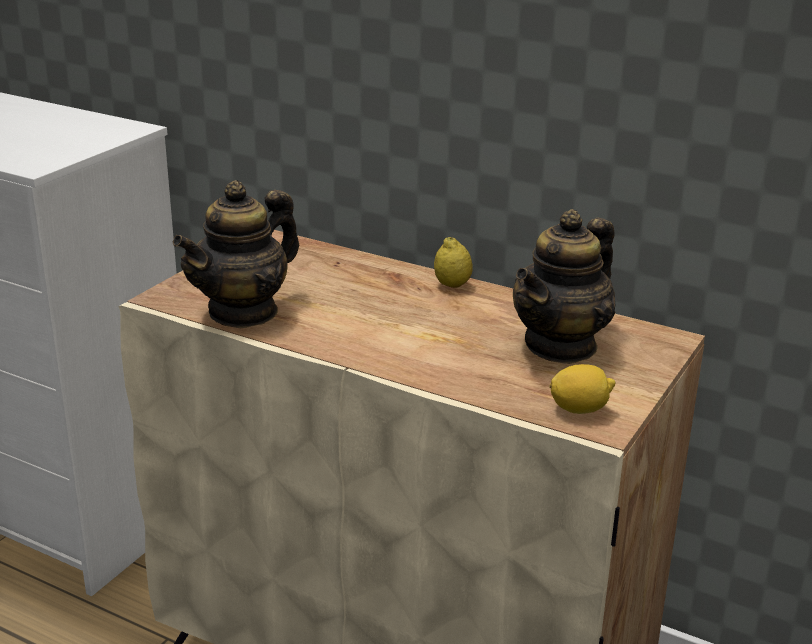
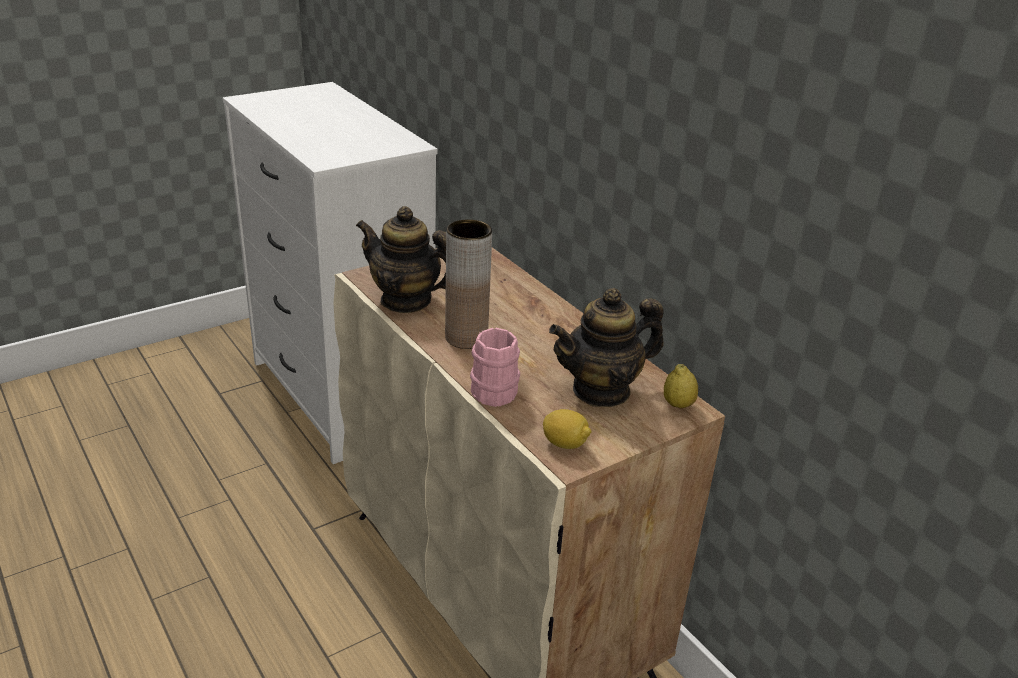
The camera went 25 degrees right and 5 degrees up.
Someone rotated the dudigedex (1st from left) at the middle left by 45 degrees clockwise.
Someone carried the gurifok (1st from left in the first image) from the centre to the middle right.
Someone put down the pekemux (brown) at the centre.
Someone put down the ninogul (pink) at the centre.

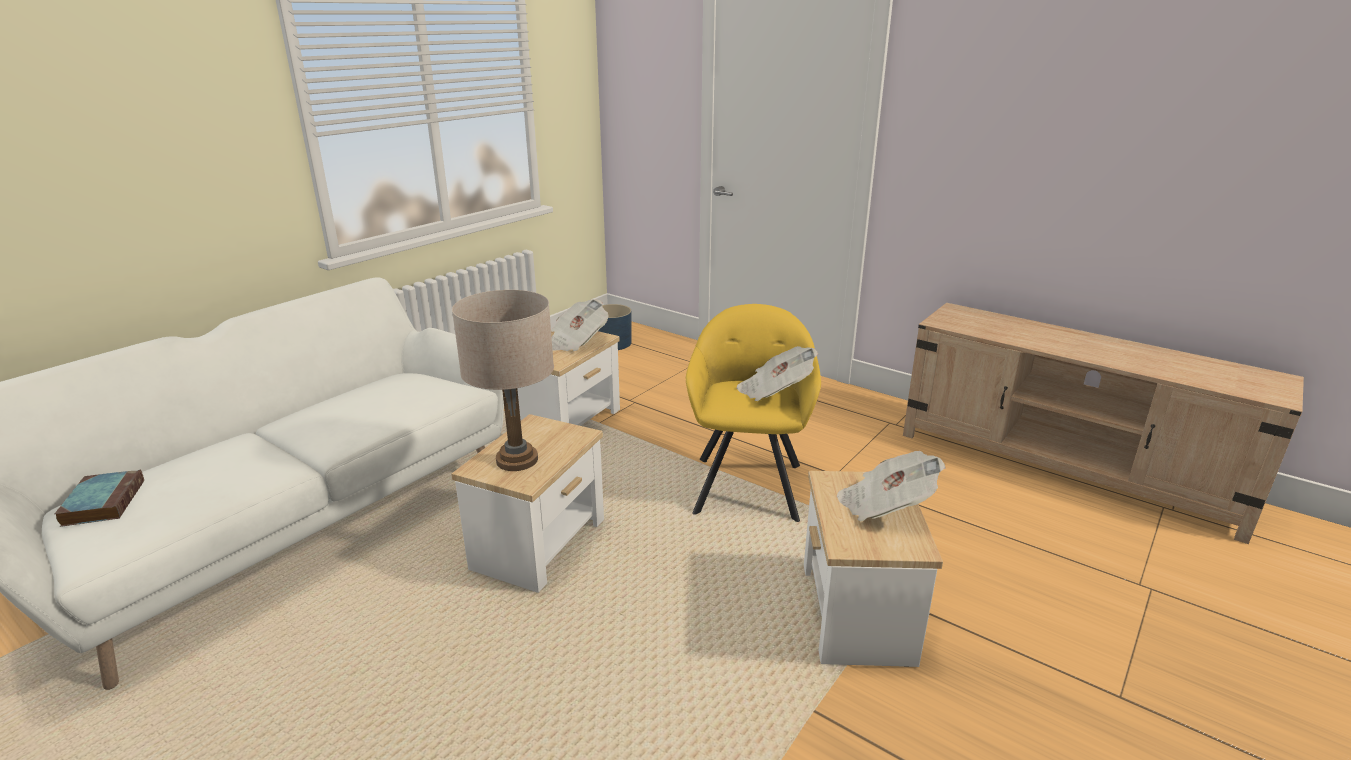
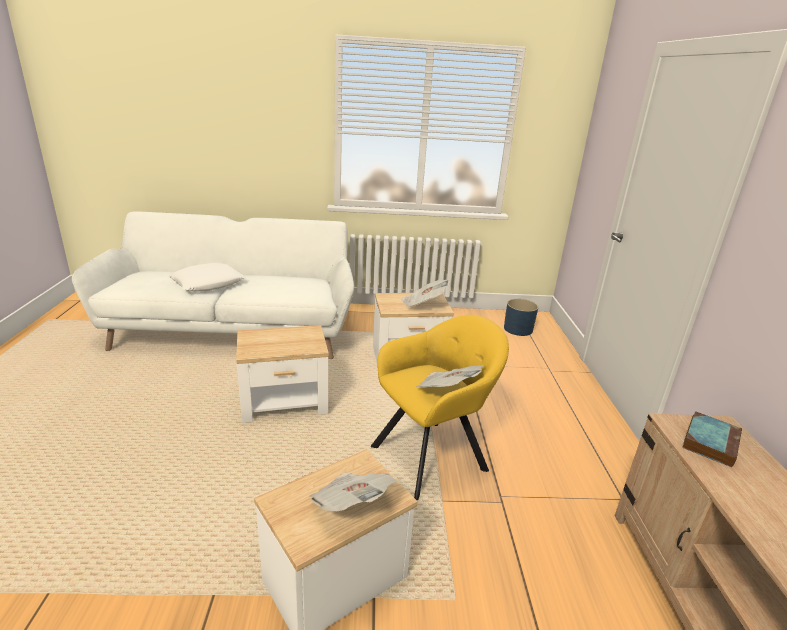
The camera went 50 degrees right and 0 degrees up.
Someone took away the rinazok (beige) at the centre.
Someone carried the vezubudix from the middle left to the bottom right.
Someone put down the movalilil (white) at the middle left.

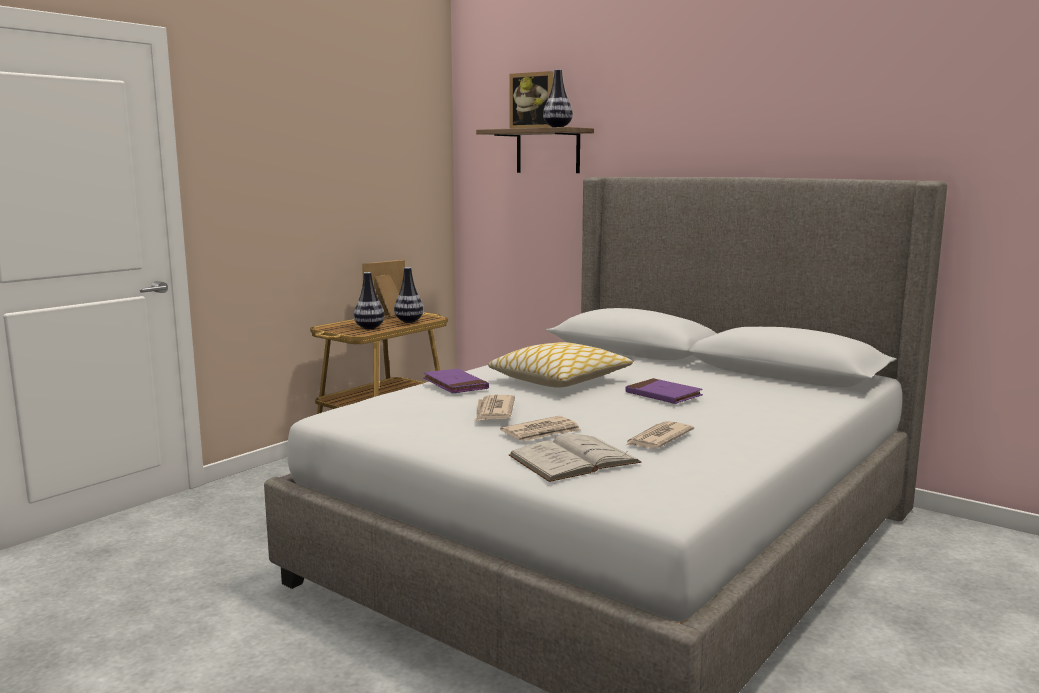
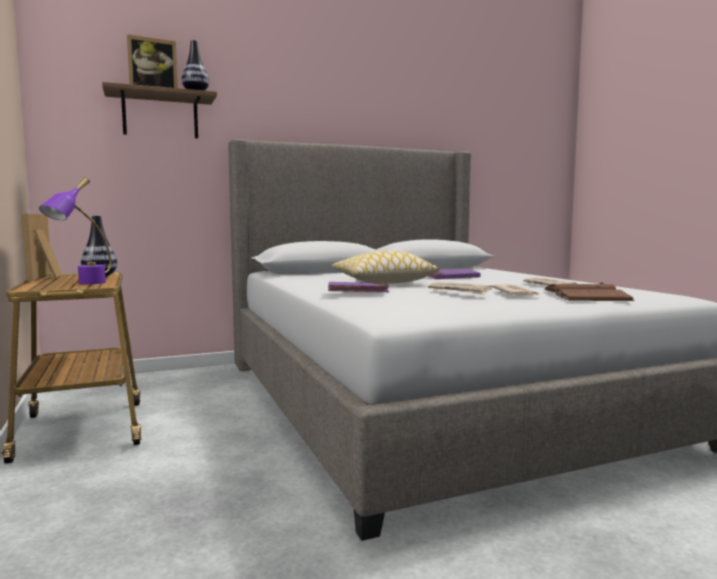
The camera went 60 degrees left and 5 degrees down.
Someone swapped the pekemux (1st from left) at the centre for the rinazok (purple) at the middle left.
Someone repainted the vezubudix (white) at the centre, which became the vezubudix (brown) at the middle right.

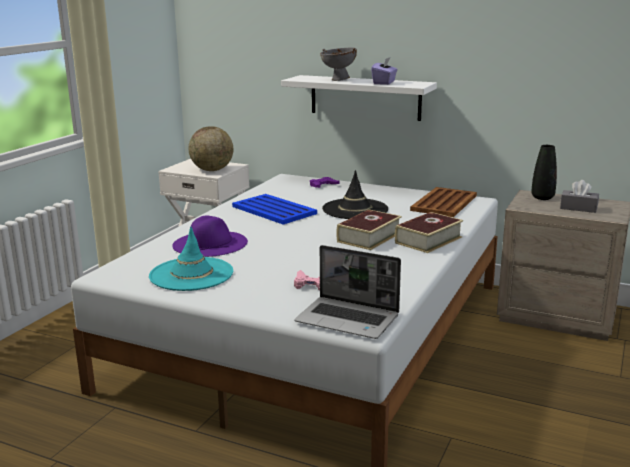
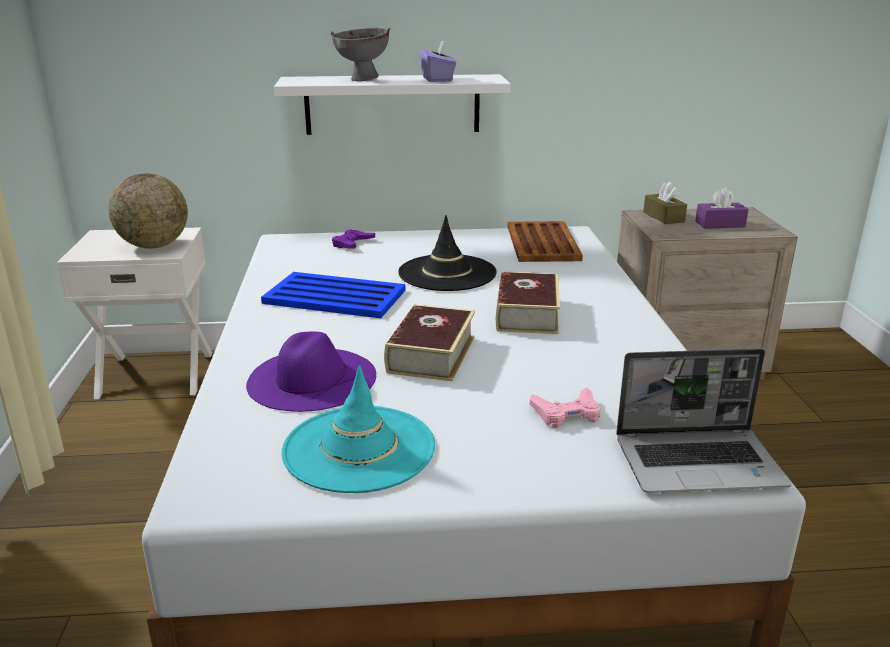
The camera went 30 degrees left and 5 degrees up.
Someone swapped the pekemux (black) at the middle right for the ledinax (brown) at the top right.
Someone repainted the ledinax (grey) at the middle right, which became the ledinax (purple) (2nd from left) at the top right.
Someone carried the vezubudix (2nd from left in the first image) from the middle right to the centre.

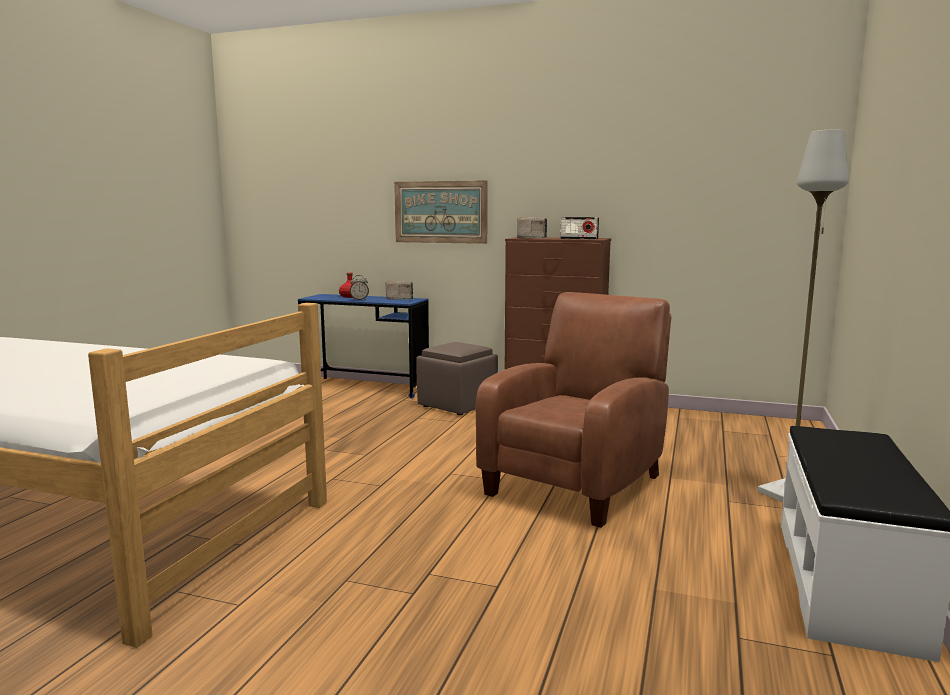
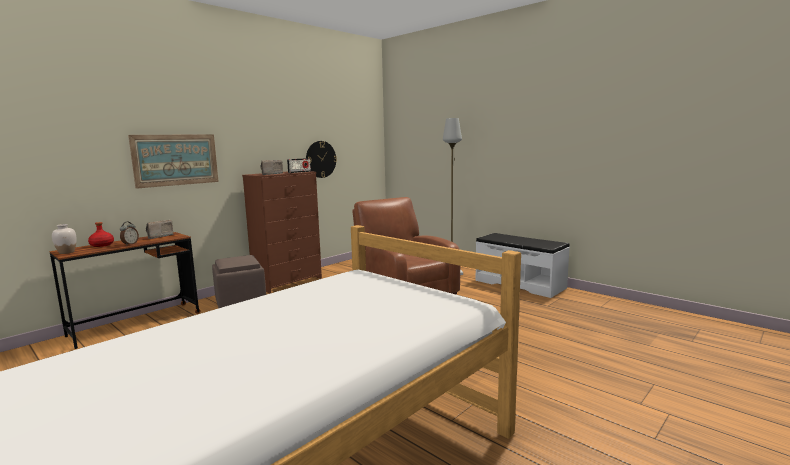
The camera went 65 degrees left and 0 degrees up.
Someone repainted the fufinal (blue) at the centre, which became the fufinal (brown) at the middle left.
Someone put up the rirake at the centre.
Someone put down the pekemux (white) at the middle left.

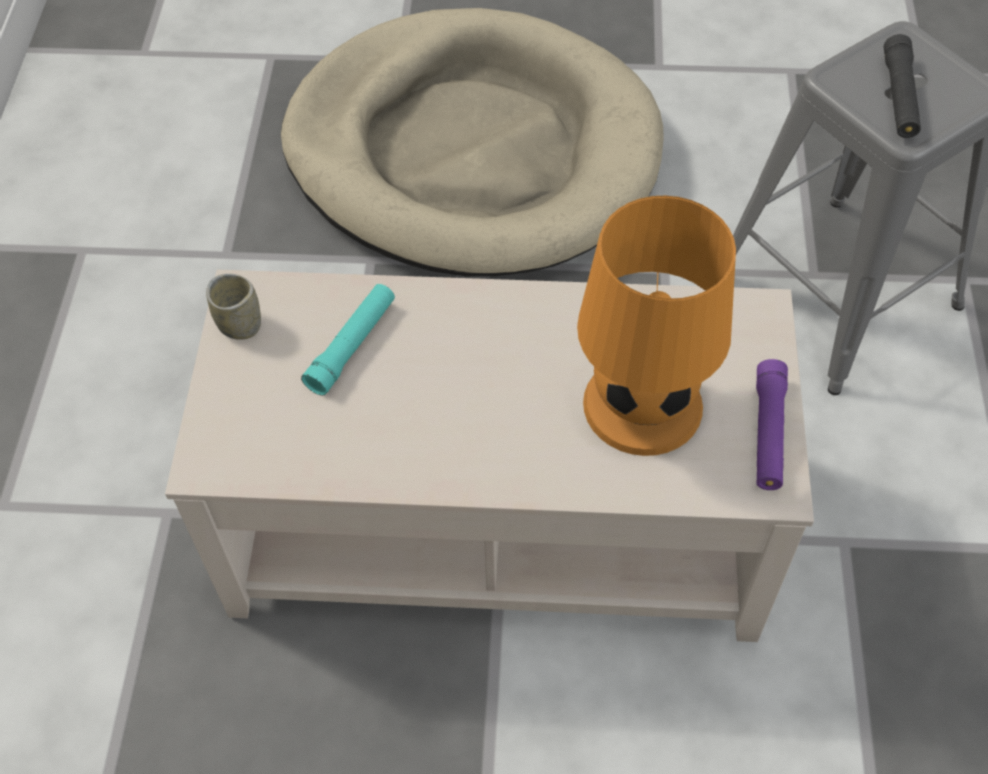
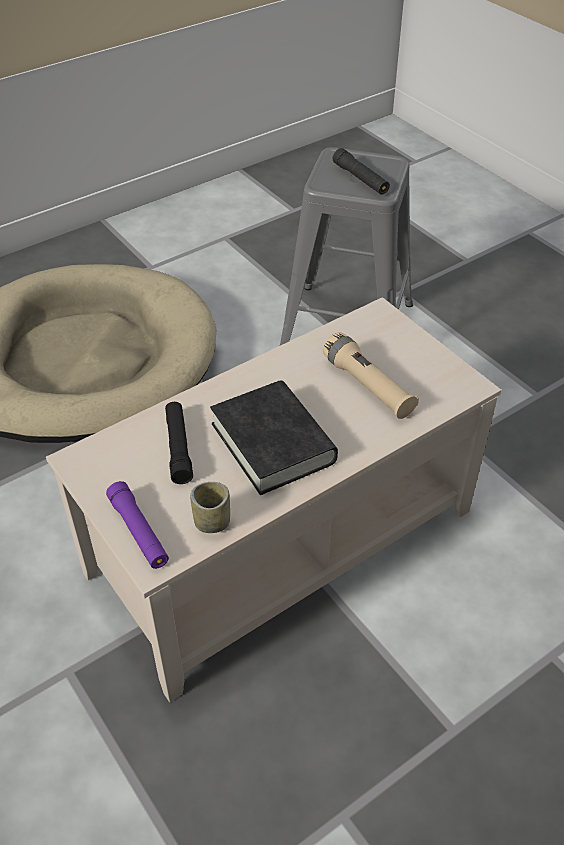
The camera went 40 degrees left and 10 degrees down.
Someone swapped the rinazok (orange) at the centre for the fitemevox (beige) at the centre.
Someone carried the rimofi from the middle left to the centre.
Someone repainted the fitemevox (turquoise) at the centre, which became the fitemevox (black) (1st from left) at the middle left.
Someone carried the fitemevox (purple) from the middle right to the middle left.
Someone put down the vezubudix (black) at the centre.

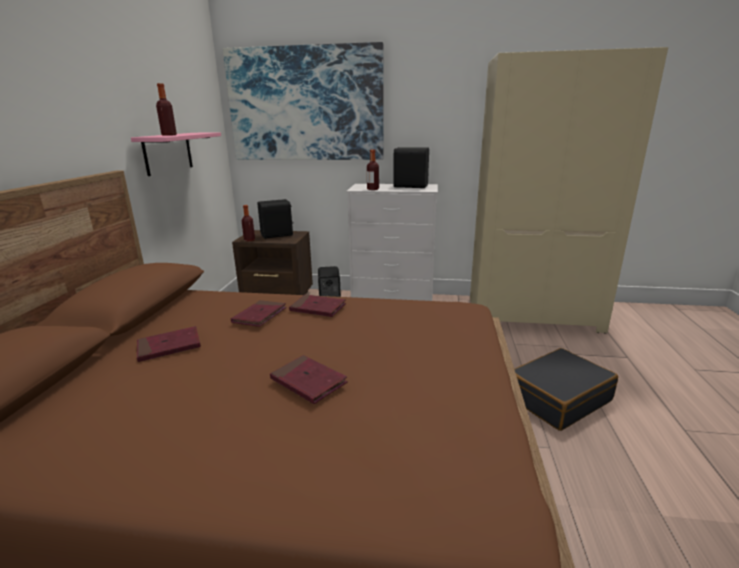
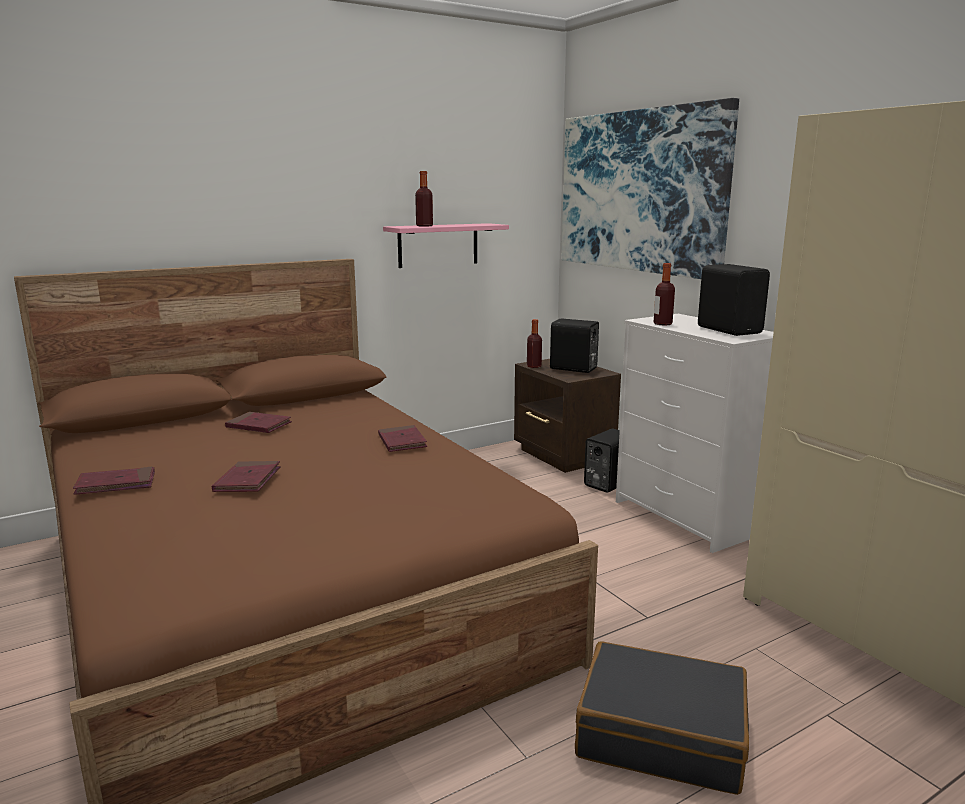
The camera went 50 degrees right and 5 degrees down.
Someone carried the vezubudix (red) (2nd from left in the first image) from the centre to the middle left.

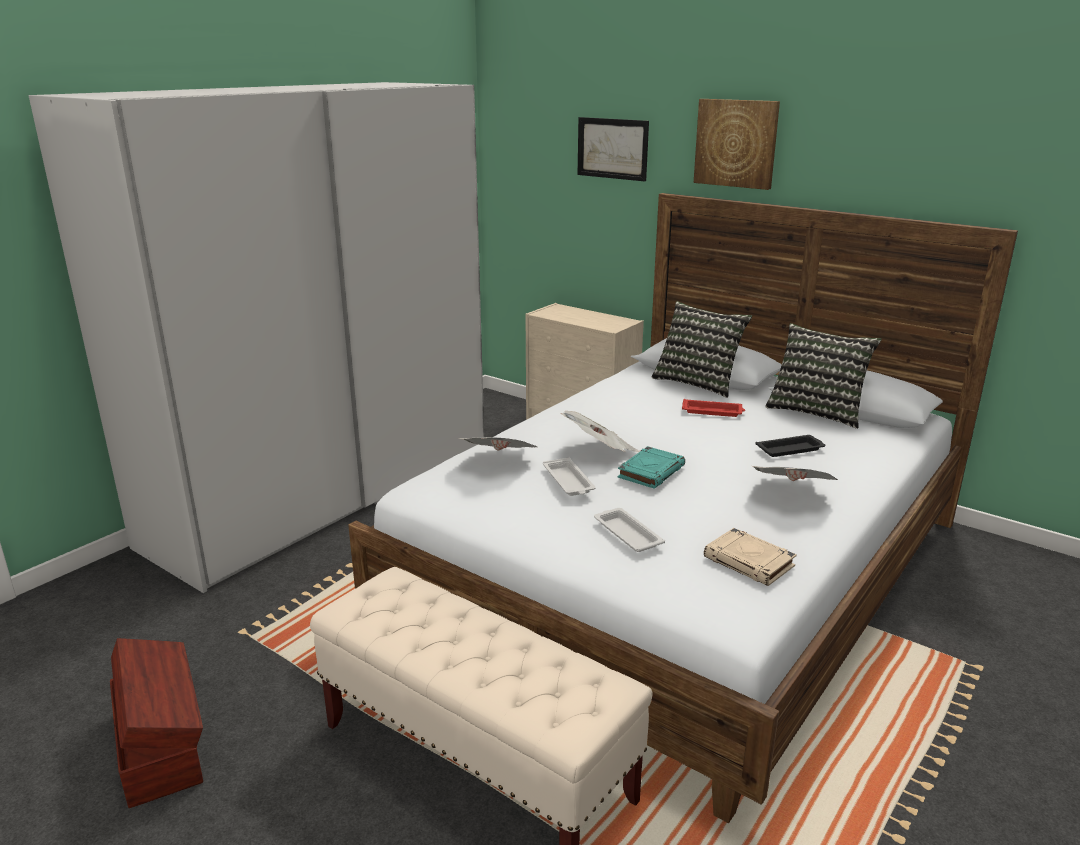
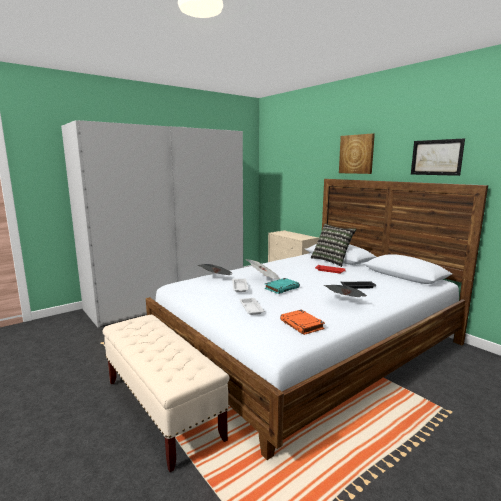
The camera went 15 degrees right and 10 degrees down.
Someone carried the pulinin (1st from left in the first image) from the top centre to the top right.
Someone took away the movalilil (2nd from left) at the middle right.
Someone repainted the vezubudix (beige) at the middle right, which became the vezubudix (orange) at the centre.
Someone took away the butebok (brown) at the bottom left.

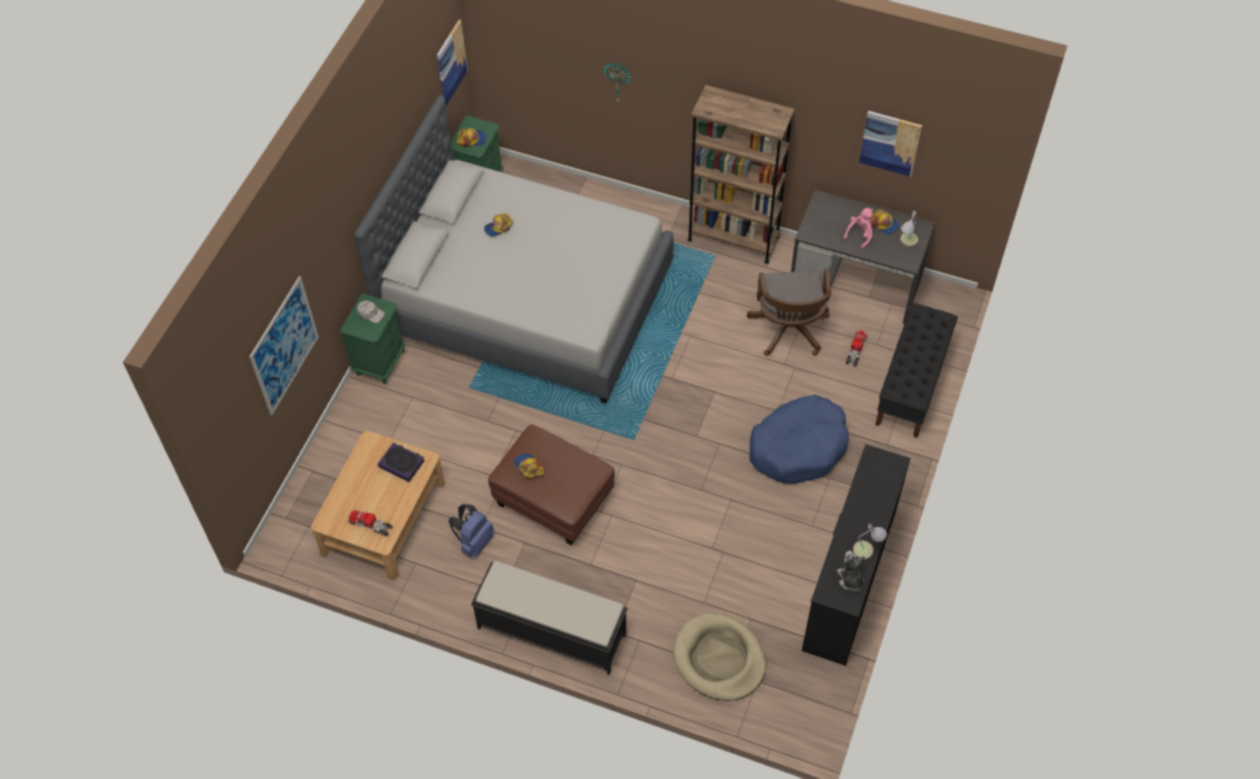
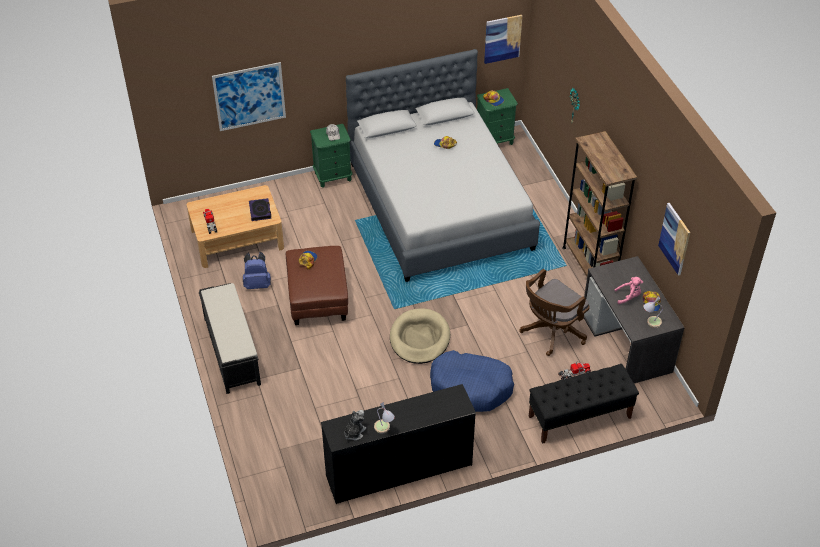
The camera went 50 degrees right and 10 degrees down.
Someone carried the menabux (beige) from the bottom centre to the centre.

